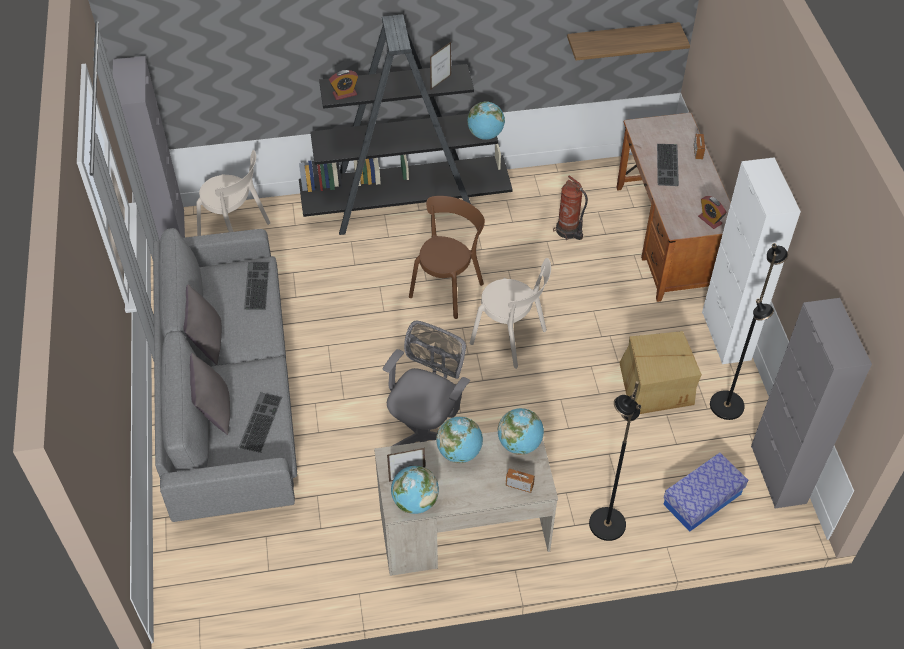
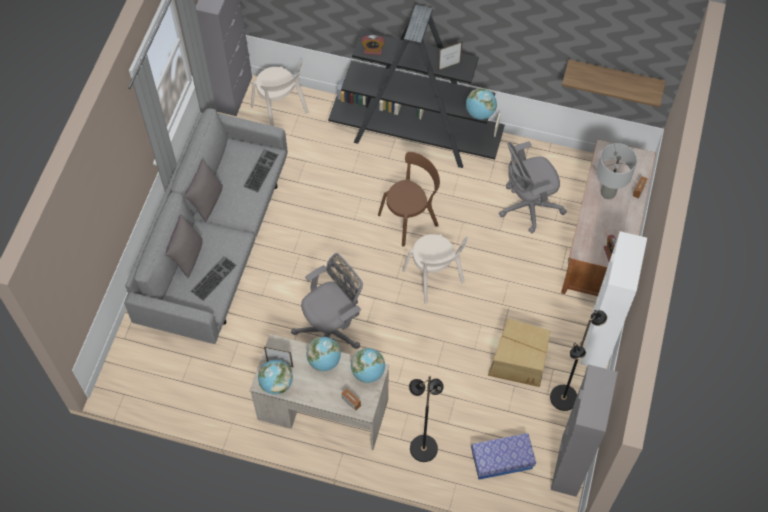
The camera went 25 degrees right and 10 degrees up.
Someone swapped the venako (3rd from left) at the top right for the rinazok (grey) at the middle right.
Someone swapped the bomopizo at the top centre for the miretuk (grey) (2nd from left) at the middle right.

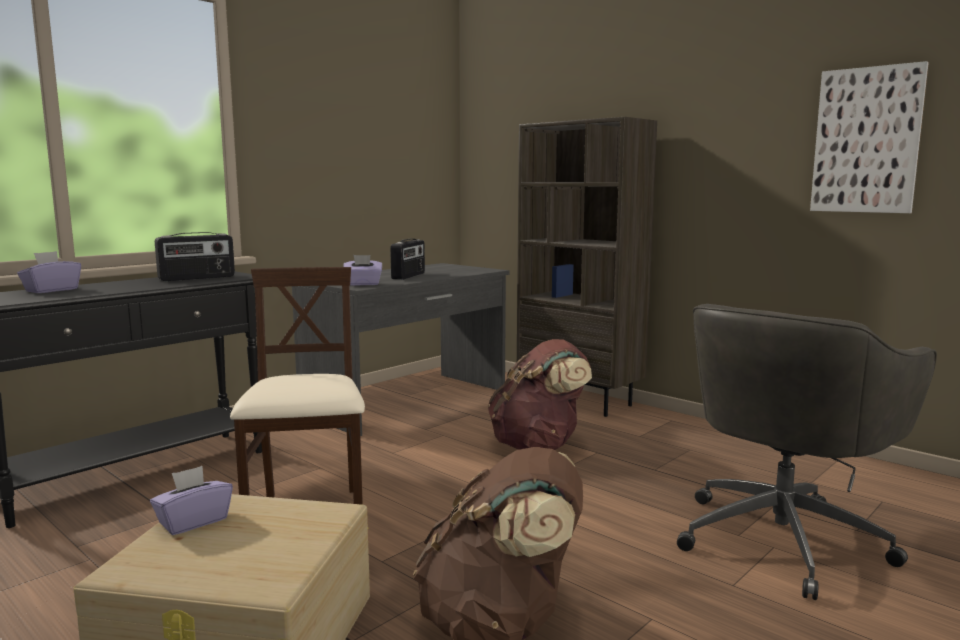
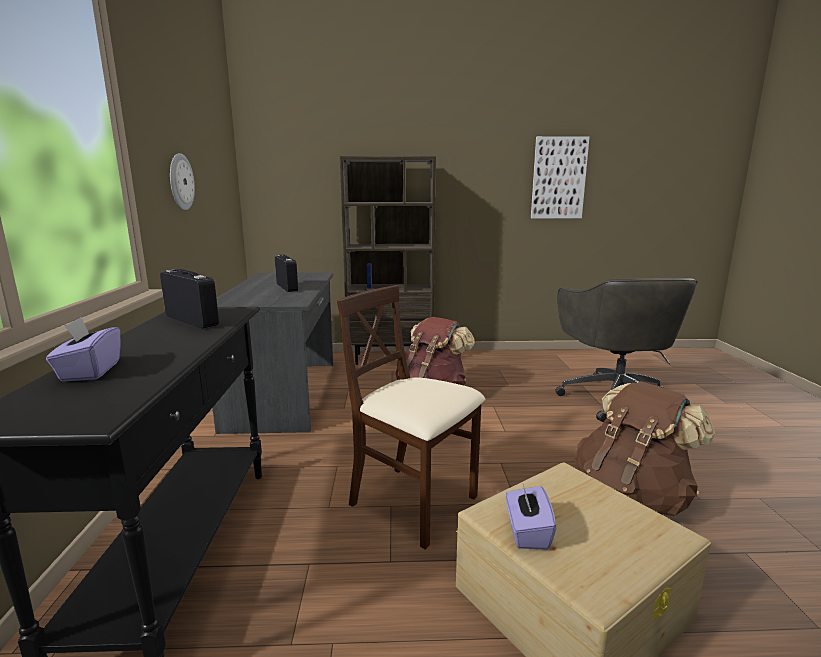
The camera went 45 degrees left and 5 degrees up.
Someone rotated the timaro (1st from left) at the middle left by 60 degrees counterclockwise.
Someone took away the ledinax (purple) (3rd from left) at the centre.
Someone put up the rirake at the top left.

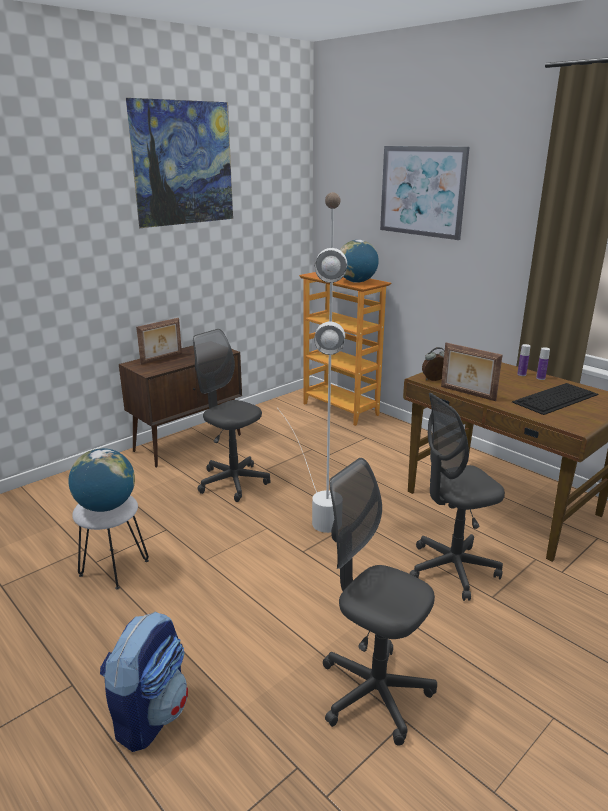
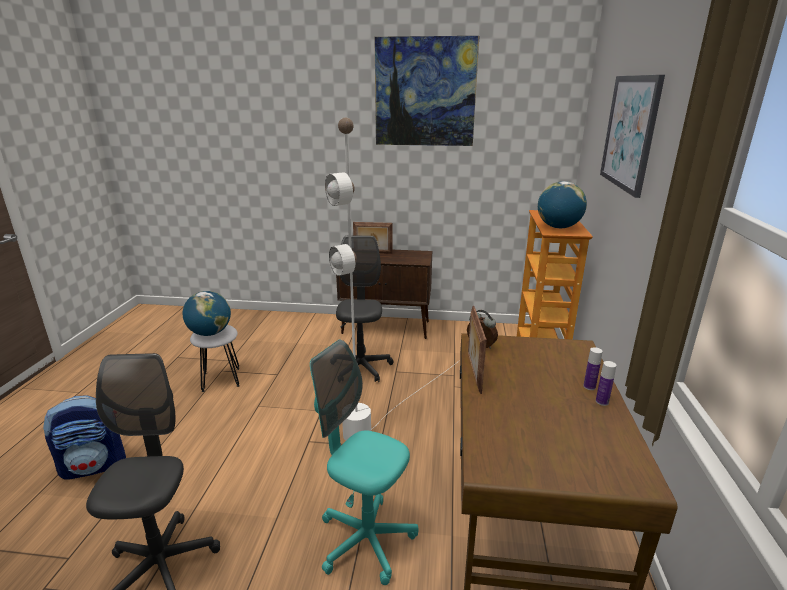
The camera went 50 degrees right and 0 degrees up.
Someone took away the venako at the middle right.
Someone repainted the miretuk (grey) (3rd from left) at the middle right, which became the miretuk (turquoise) at the bottom centre.

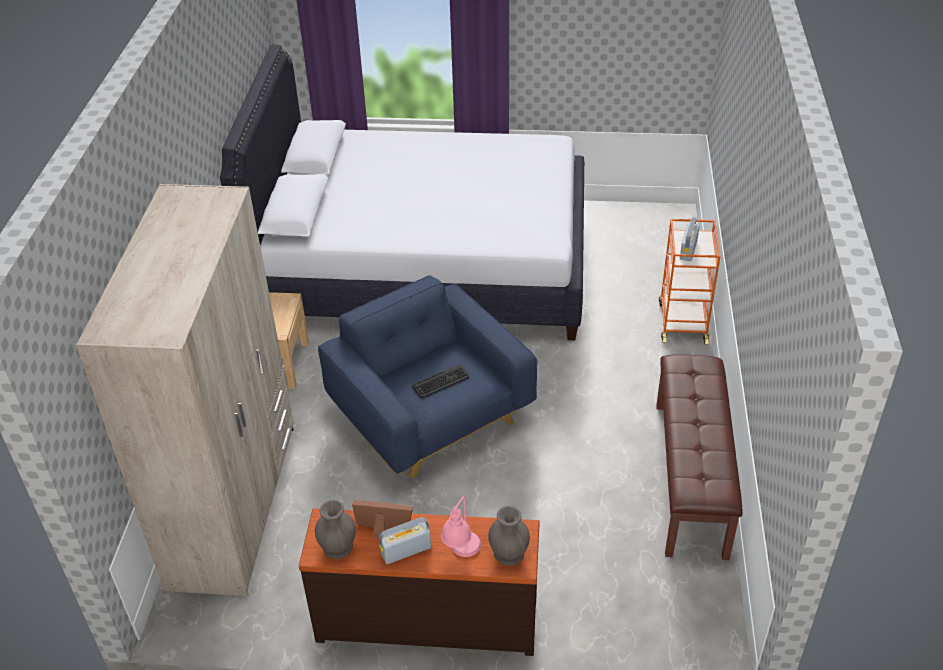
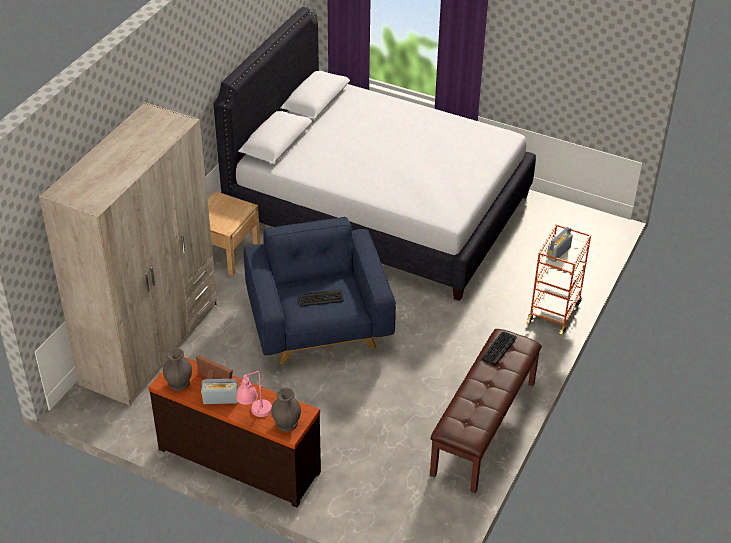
The camera went 20 degrees right and 0 degrees up.
Someone put down the venako (2nd from left) at the middle right.

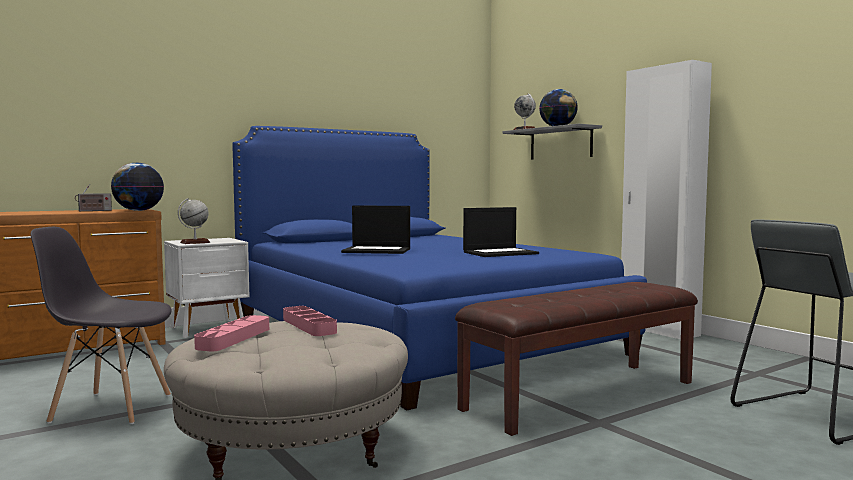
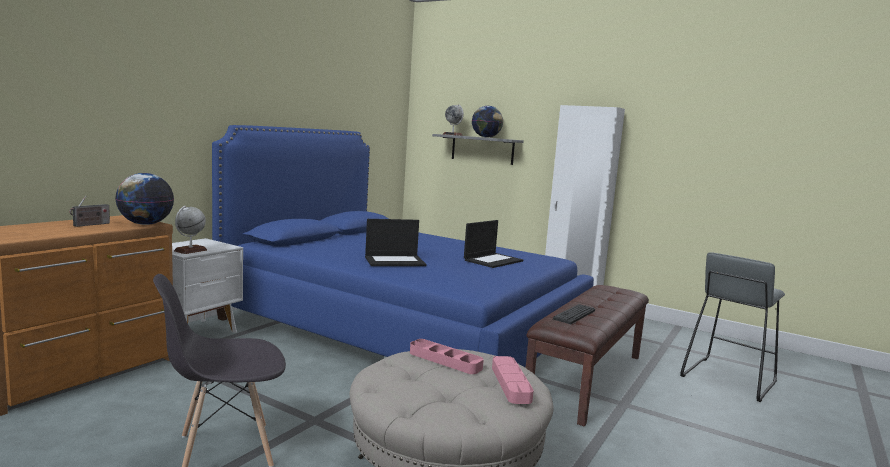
The camera went 25 degrees left and 5 degrees up.
Someone carried the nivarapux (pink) (1st from left in the first image) from the bottom left to the bottom centre.
Someone put down the venako at the bottom centre.

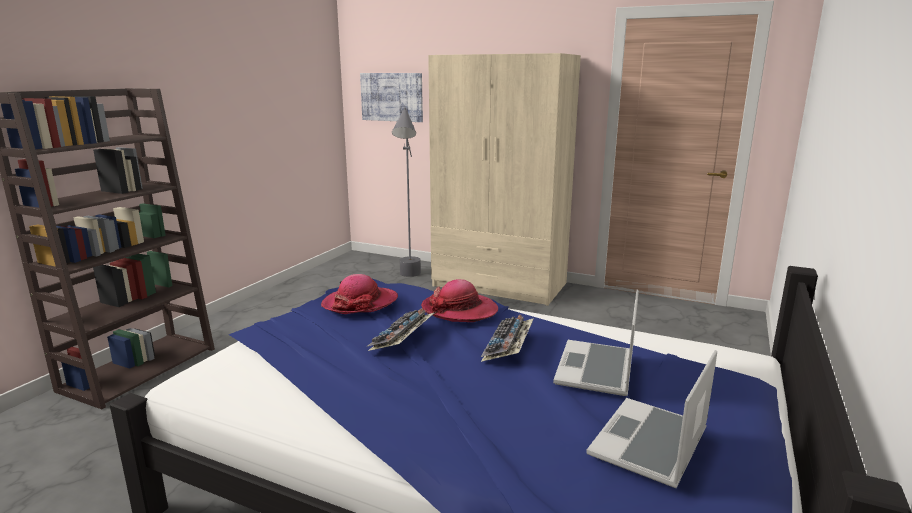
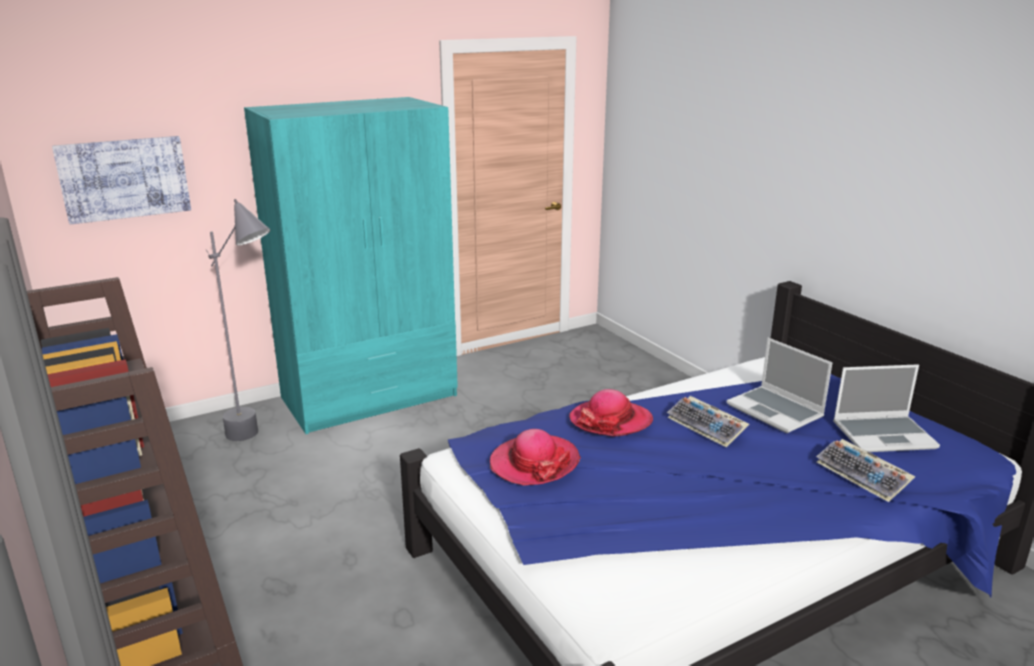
The camera went 55 degrees left and 5 degrees up.
Someone repainted the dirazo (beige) at the centre, which became the dirazo (turquoise) at the centre.
Someone carried the venako (1st from left in the first image) from the centre to the bottom right.
Someone rotated the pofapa (2nd from left) at the bottom right by 75 degrees counterclockwise.

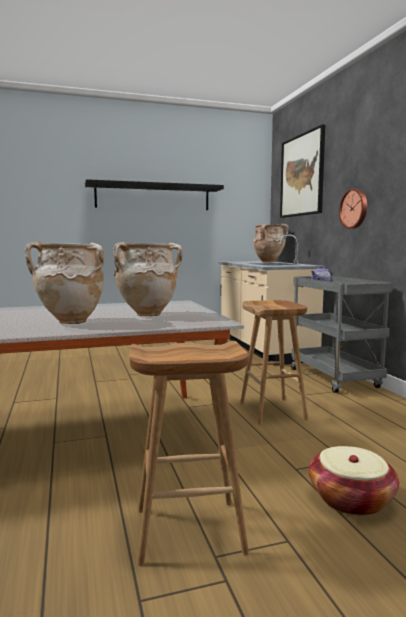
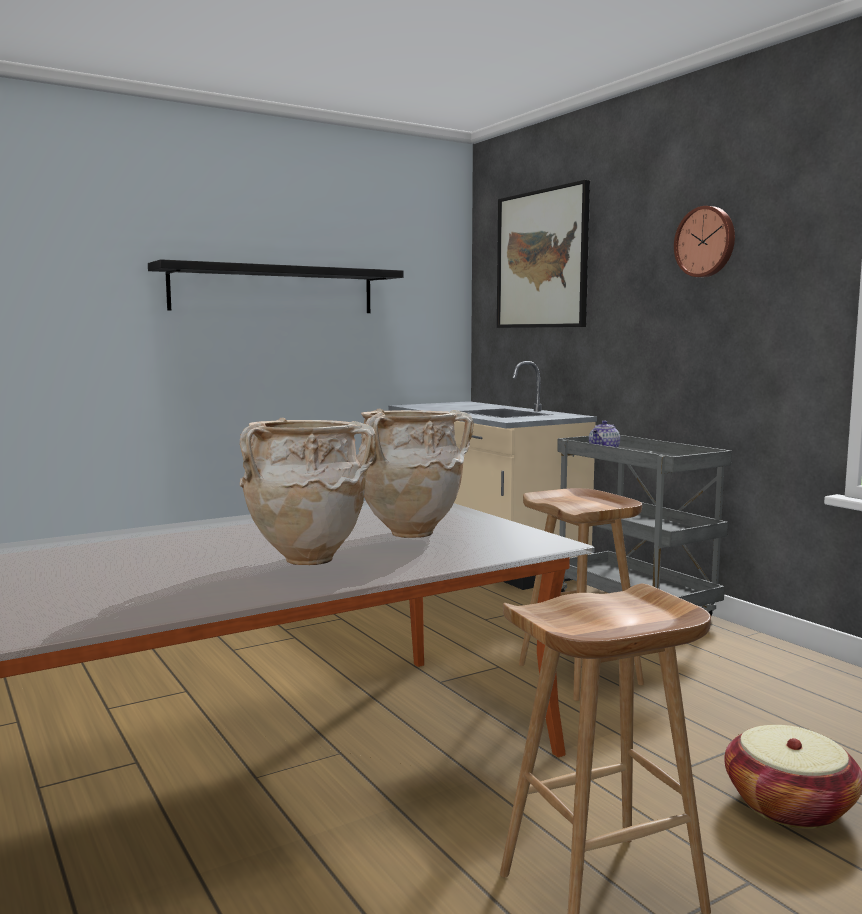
The camera went 15 degrees left and 0 degrees up.
Someone carried the rirake from the middle right to the top right.
Someone took away the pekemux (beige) (3rd from left) at the middle right.

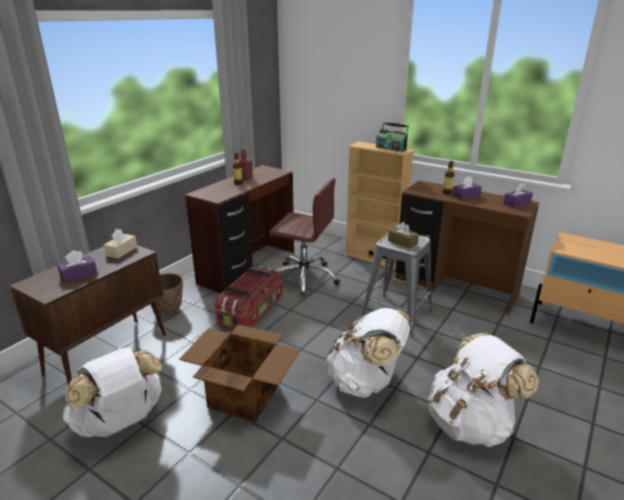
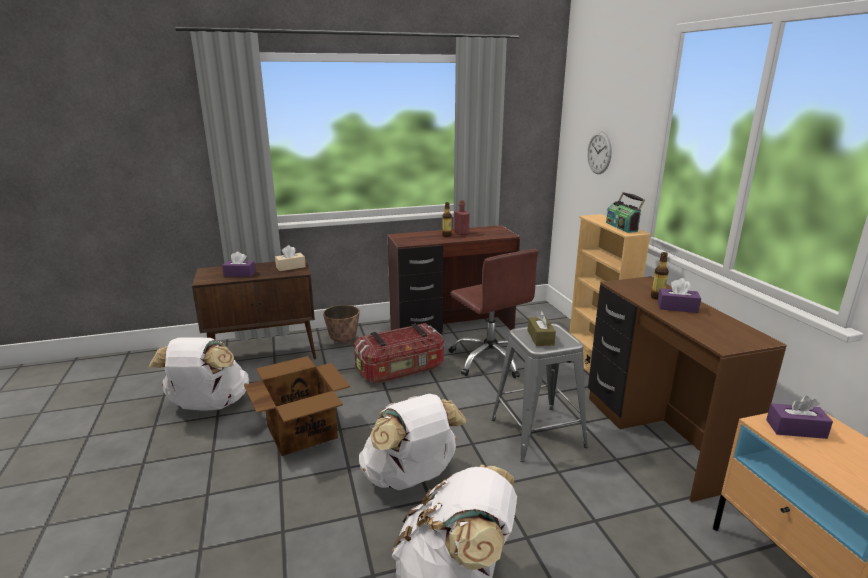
The camera went 40 degrees right and 5 degrees down.
Someone carried the ledinax (purple) (3rd from left) from the middle right to the bottom right.
Someone put up the rirake at the top right.

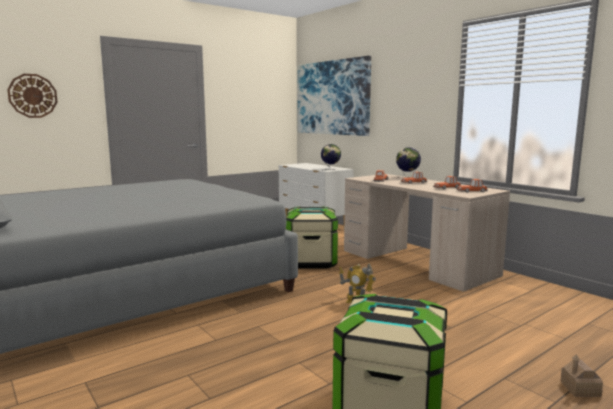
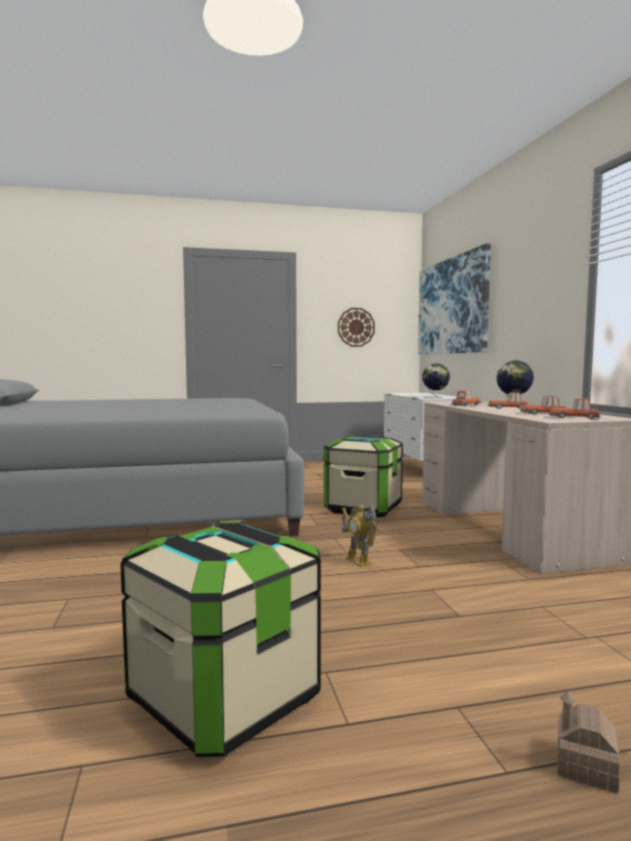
The camera went 25 degrees right and 5 degrees down.
Someone carried the rirake from the top left to the centre.

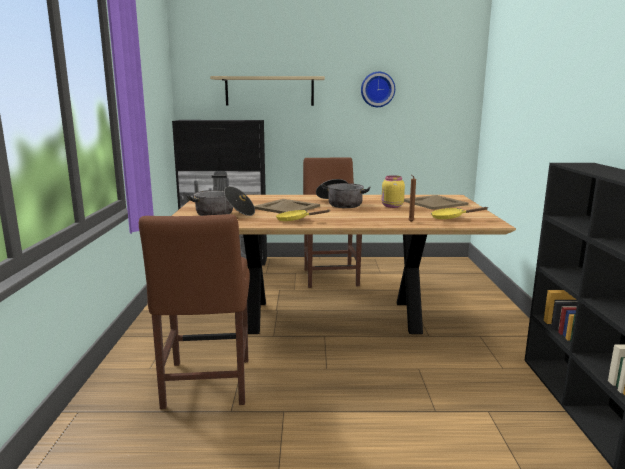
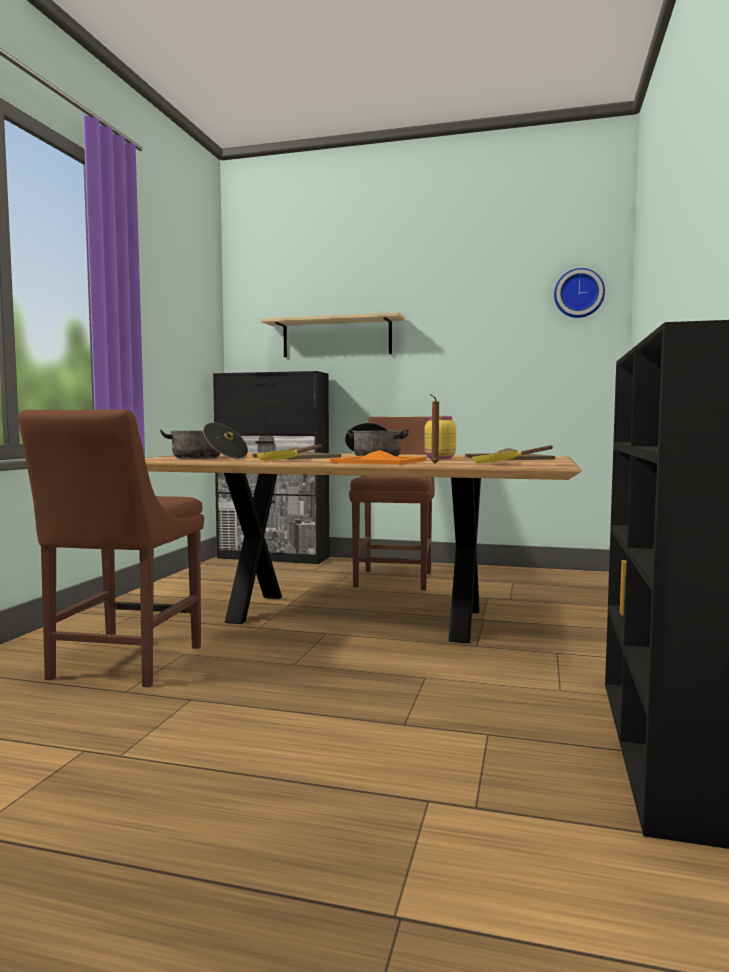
The camera went 15 degrees right and 10 degrees down.
Someone carried the rirake from the top centre to the top right.
Someone put down the nivarapux (orange) at the centre.

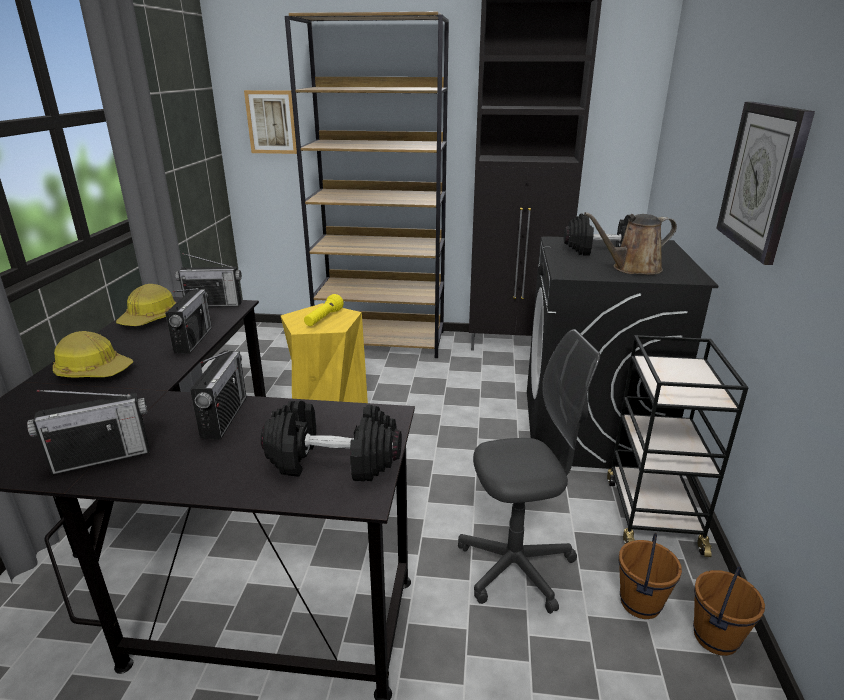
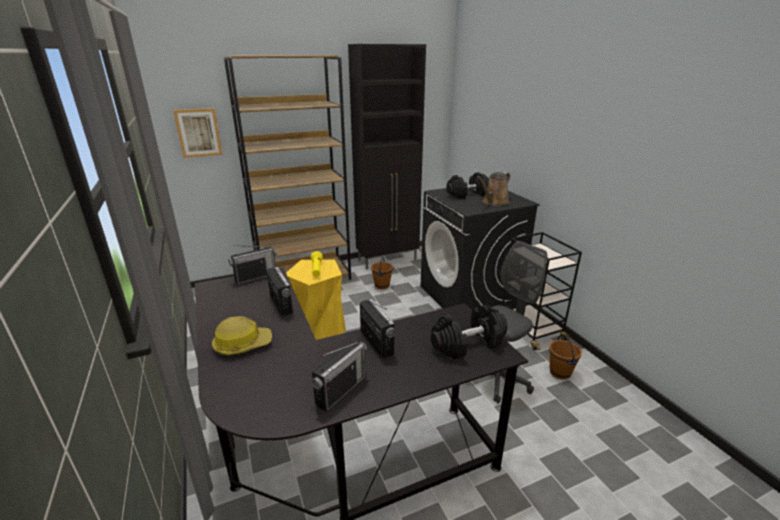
The camera went 30 degrees left and 0 degrees up.
Someone took away the rirake at the top right.
Someone took away the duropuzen (2nd from left) at the middle left.
Someone carried the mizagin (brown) (2nd from left in the first image) from the bottom right to the centre.

